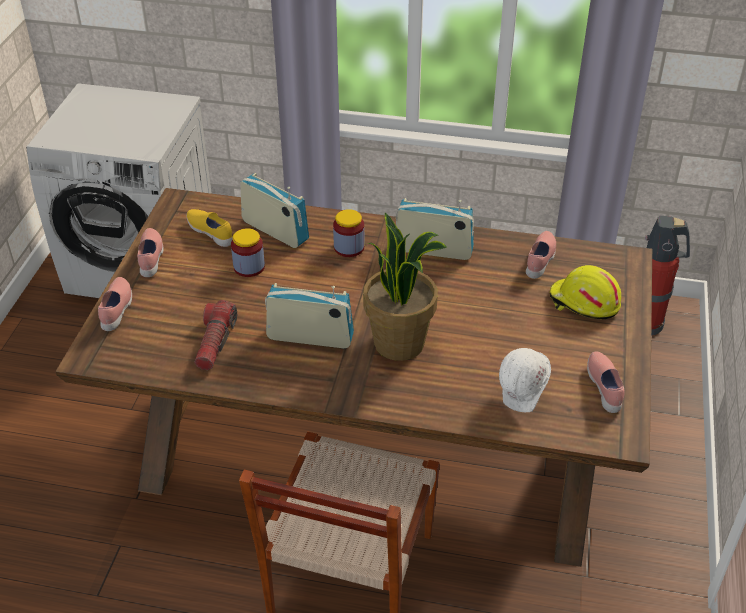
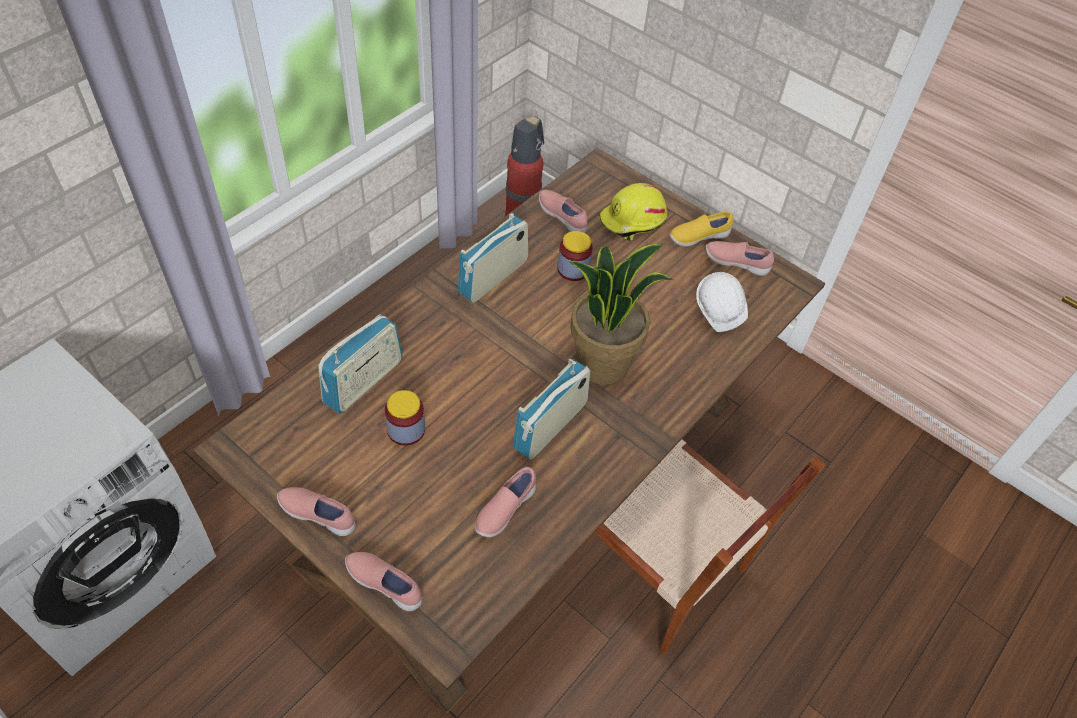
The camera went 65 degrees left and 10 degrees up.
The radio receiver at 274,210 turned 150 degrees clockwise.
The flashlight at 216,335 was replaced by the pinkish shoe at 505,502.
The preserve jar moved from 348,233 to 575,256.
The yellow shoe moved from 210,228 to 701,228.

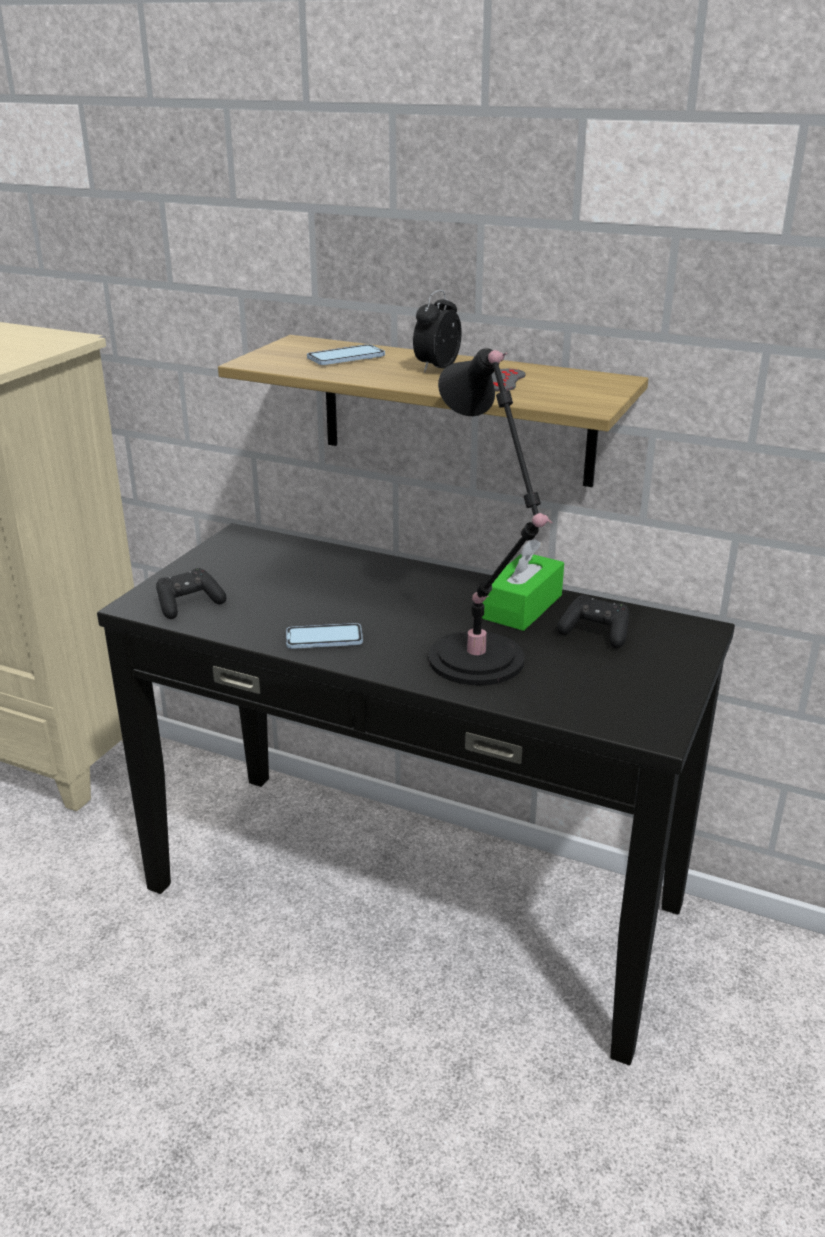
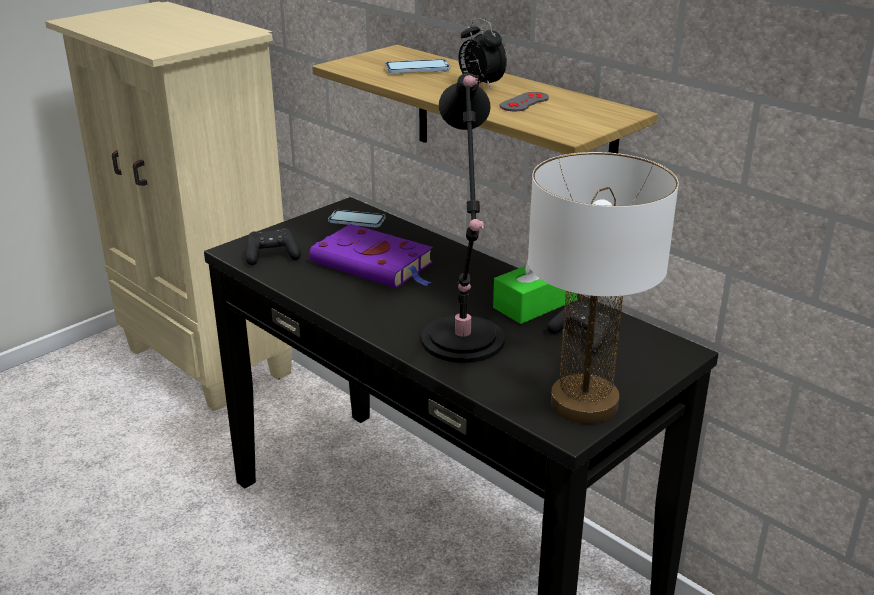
The camera went 20 degrees right and 0 degrees up.
The purplish volume at 371,256 appeared.
The telephone moved from 324,636 to 357,218.
The alarm clock at 437,331 turned 90 degrees counterclockwise.
The table lamp at 603,288 appeared.

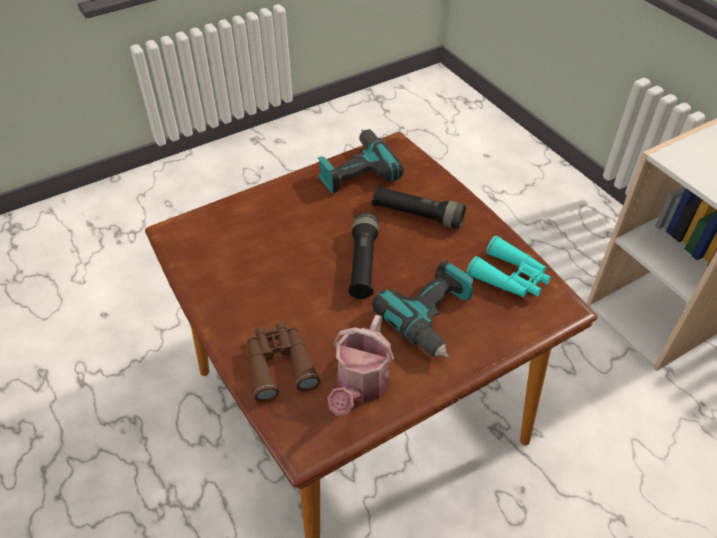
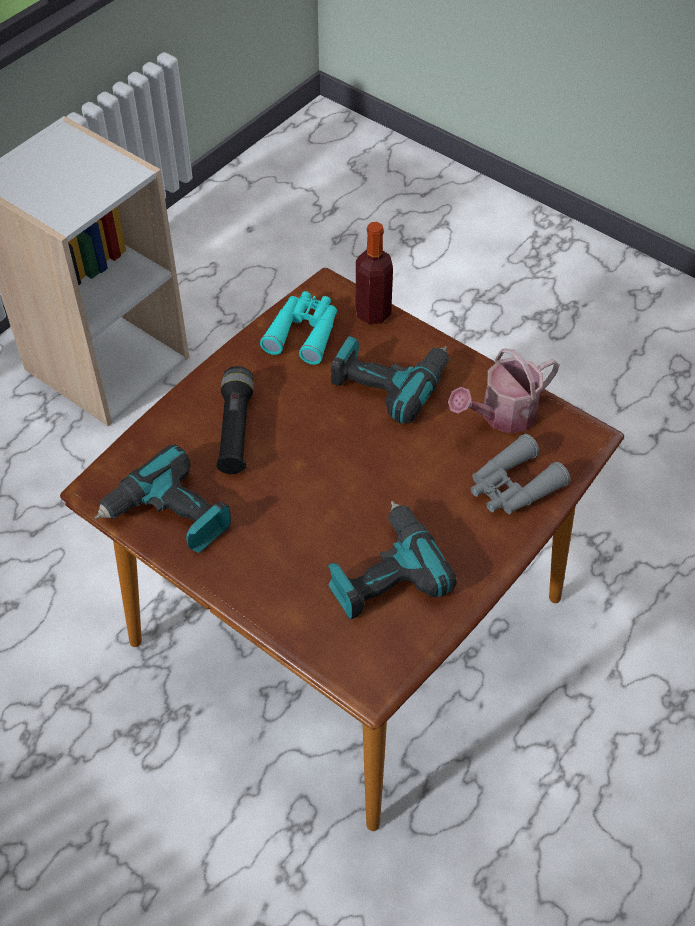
The camera went 110 degrees left and 5 degrees up.
The power drill at 392,560 appeared.
The drink bottle at 374,273 appeared.
The sprinkling can at 360,365 turned 150 degrees clockwise.
The brown pair of binoculars at 283,362 became the gray pair of binoculars at 520,474.
The black flashlight at 364,255 disappeared.

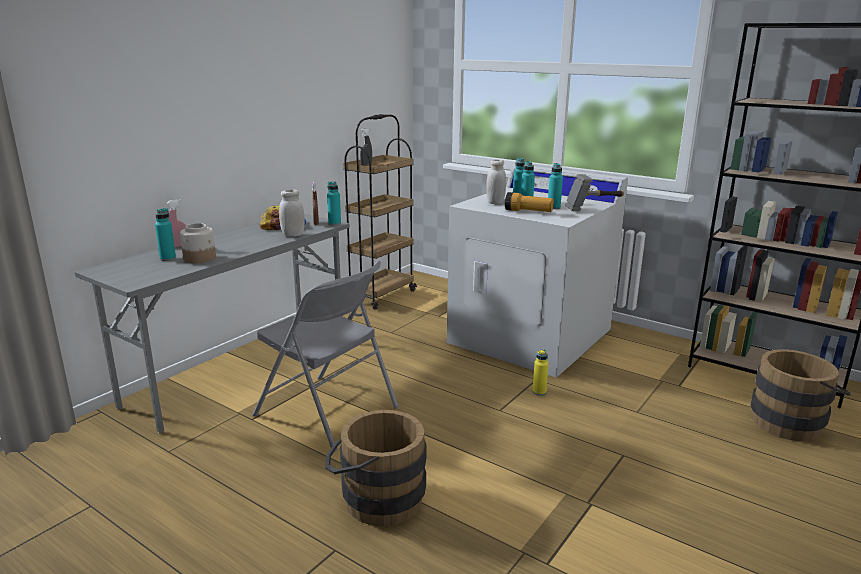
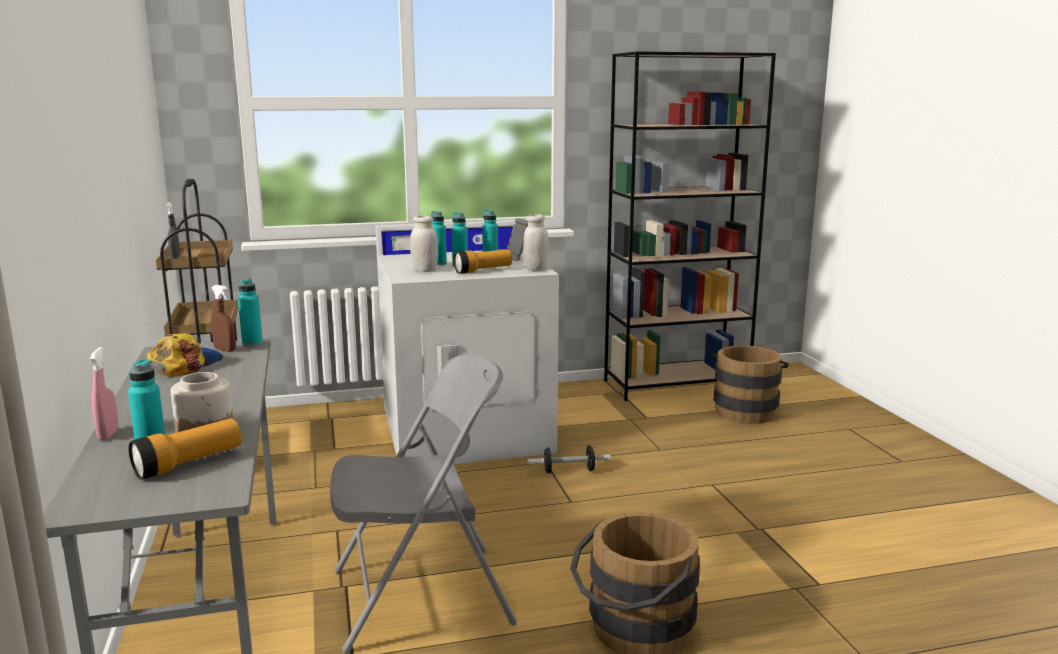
The camera went 50 degrees left and 5 degrees down.
The flashlight at 185,449 appeared.
The white-coloured preserve jar moved from 292,213 to 536,242.
The yellow drink bottle at 540,372 was replaced by the hand weight at 569,459.

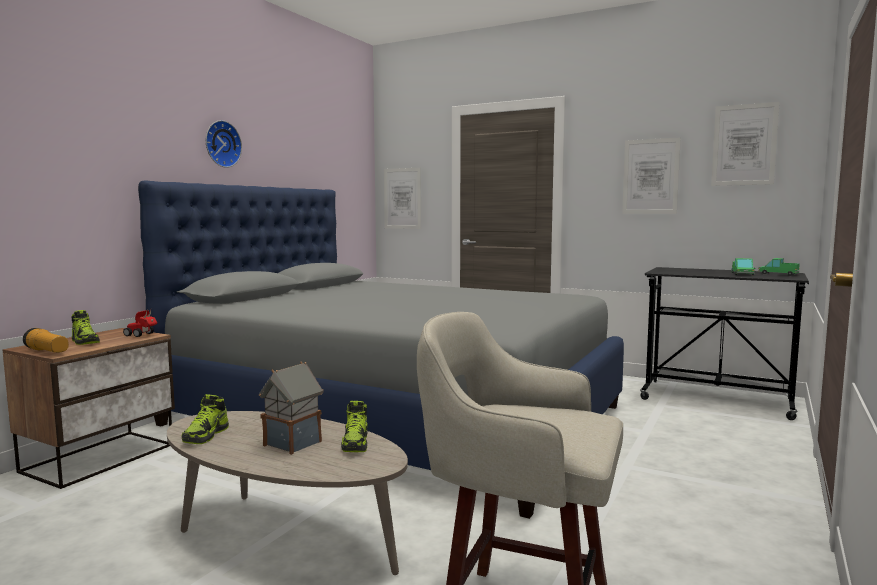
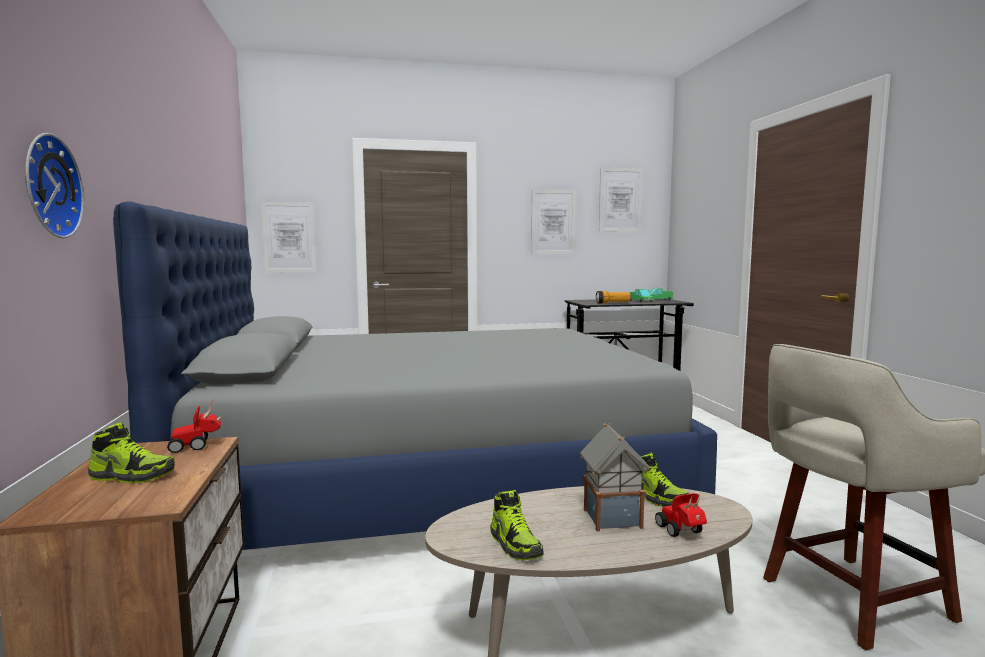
The camera went 40 degrees left and 0 degrees up.
The hanging clock moved from 224,144 to 54,185.
The flashlight moved from 46,340 to 613,297.
The model car at 681,515 appeared.

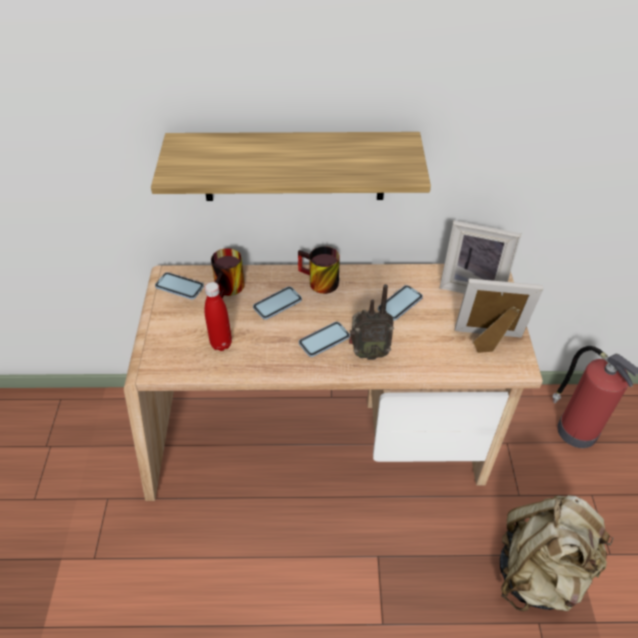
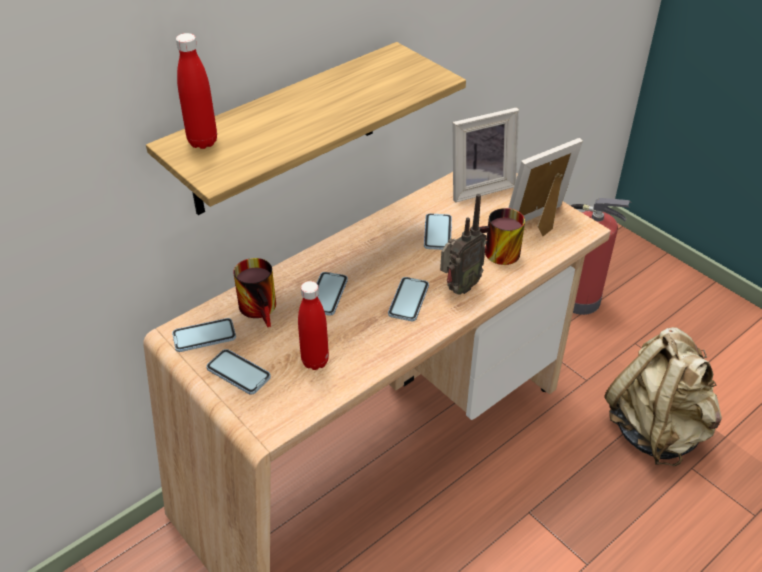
The camera went 40 degrees left and 5 degrees down.
The red-coloured drink bottle at 196,91 appeared.
The telephone at 238,372 appeared.
The mug moved from 319,270 to 497,236.

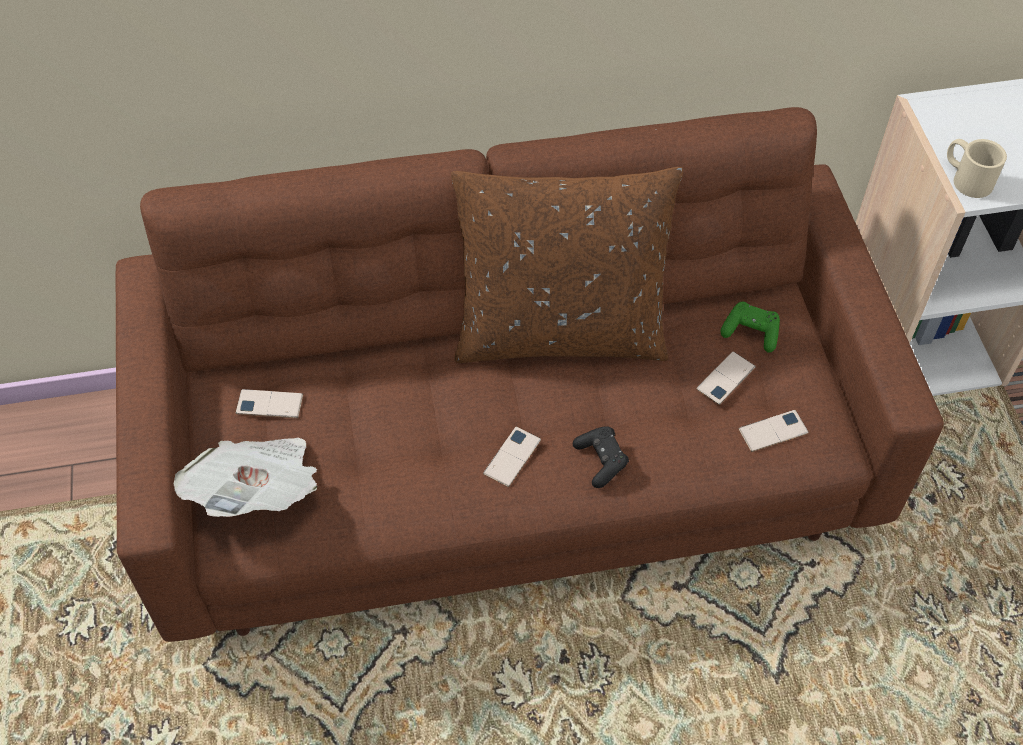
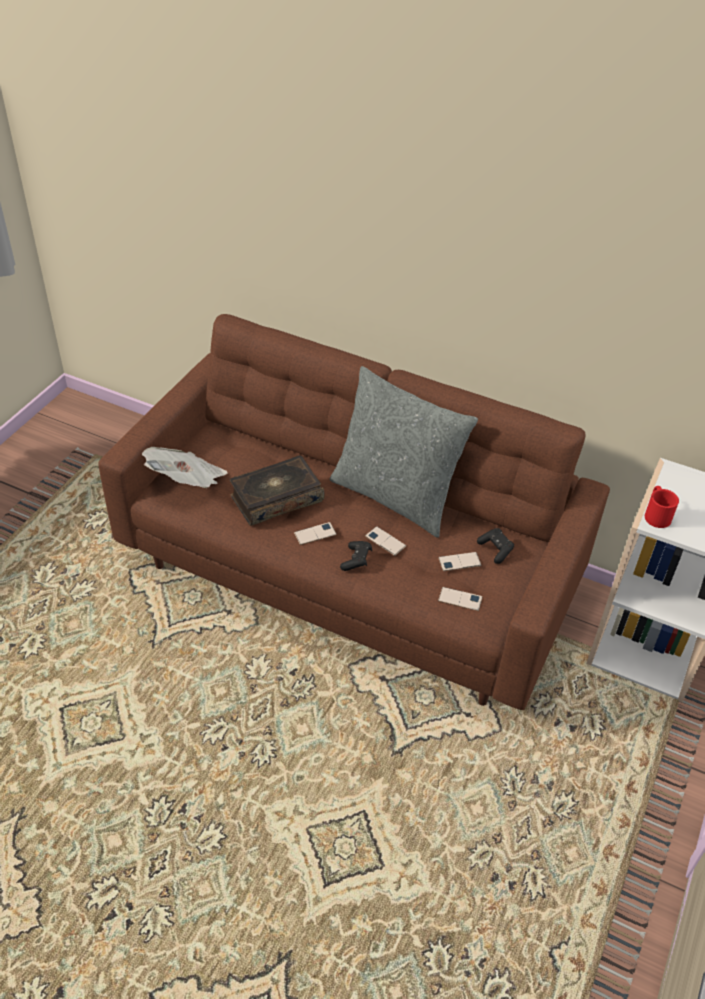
The camera went 35 degrees right and 10 degrees down.
The volume at 277,490 appeared.
The brown pillow at 567,265 became the gray pillow at 404,452.
The telephone moved from 269,403 to 385,541.
The green joypad at 750,327 became the black joypad at 495,546.
The beige-coloured mug at 977,168 became the red-coloured mug at 662,507.

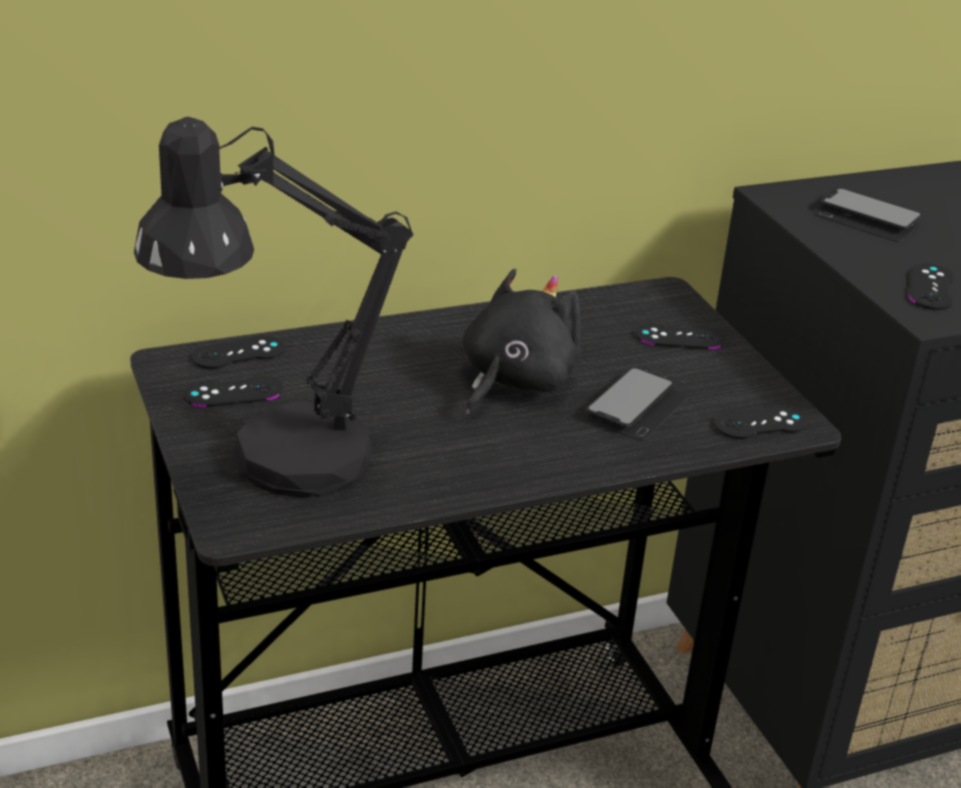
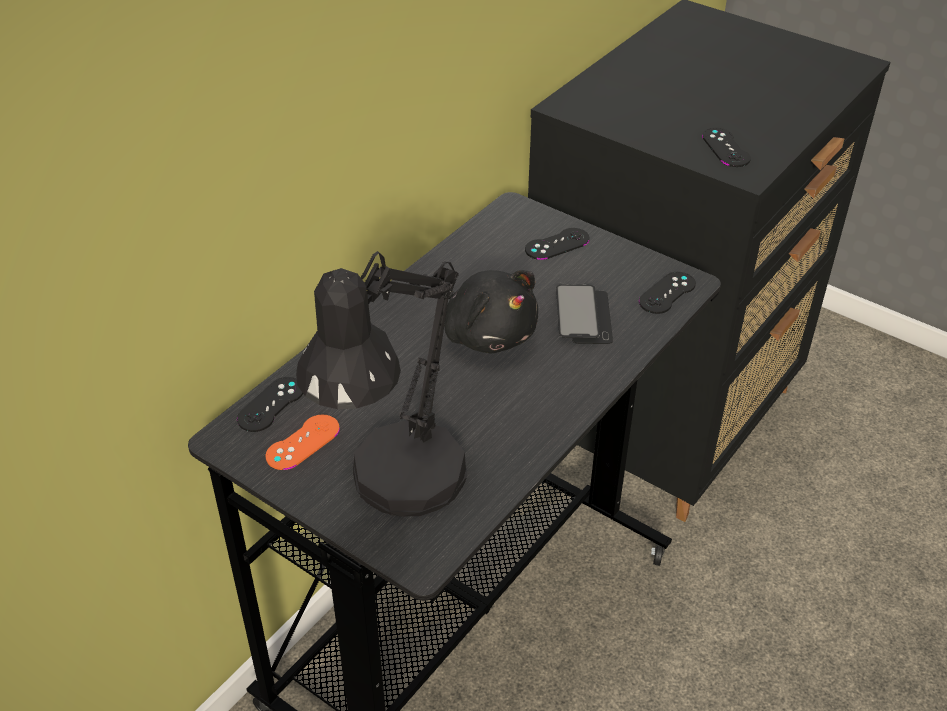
The camera went 30 degrees left and 10 degrees up.
The black joypad at 233,391 became the orangey joypad at 302,442.
The black soft toy at 522,341 turned 135 degrees clockwise.
The telephone at 868,215 disappeared.

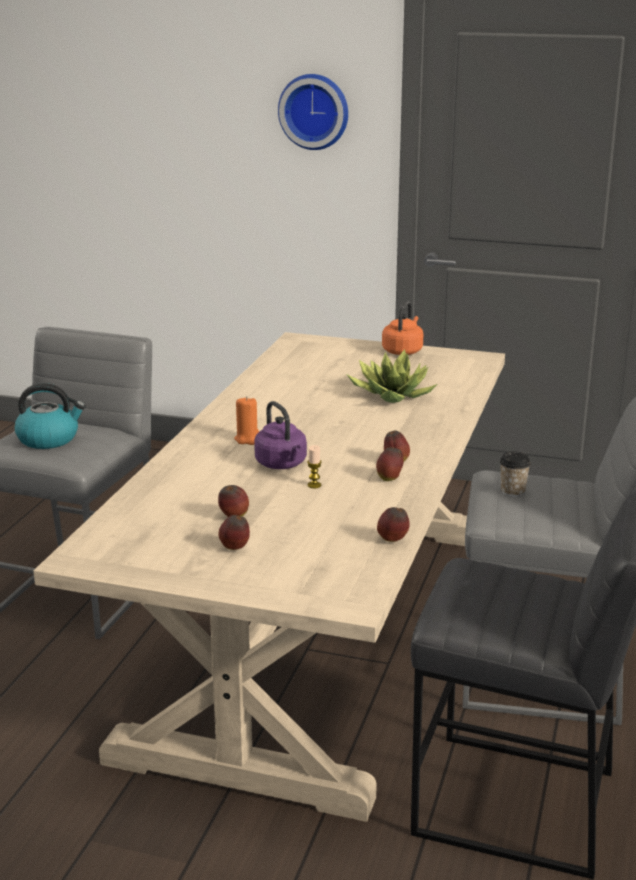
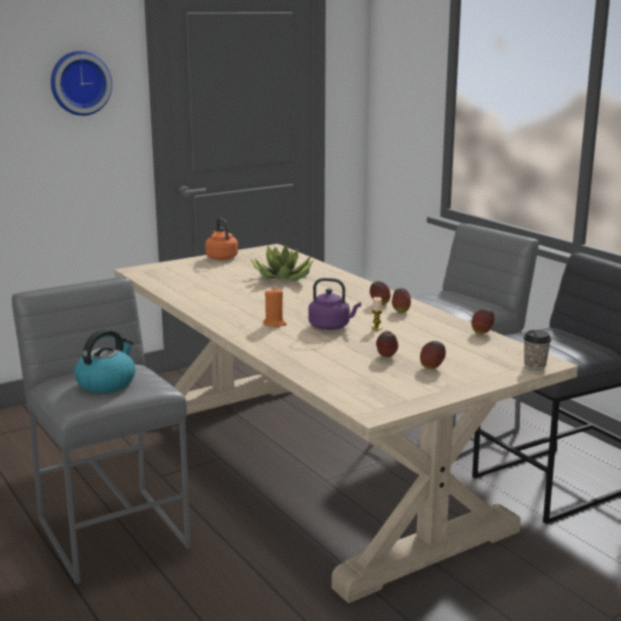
The camera went 50 degrees left and 5 degrees down.
The drinking cup moved from 515,474 to 537,350.

